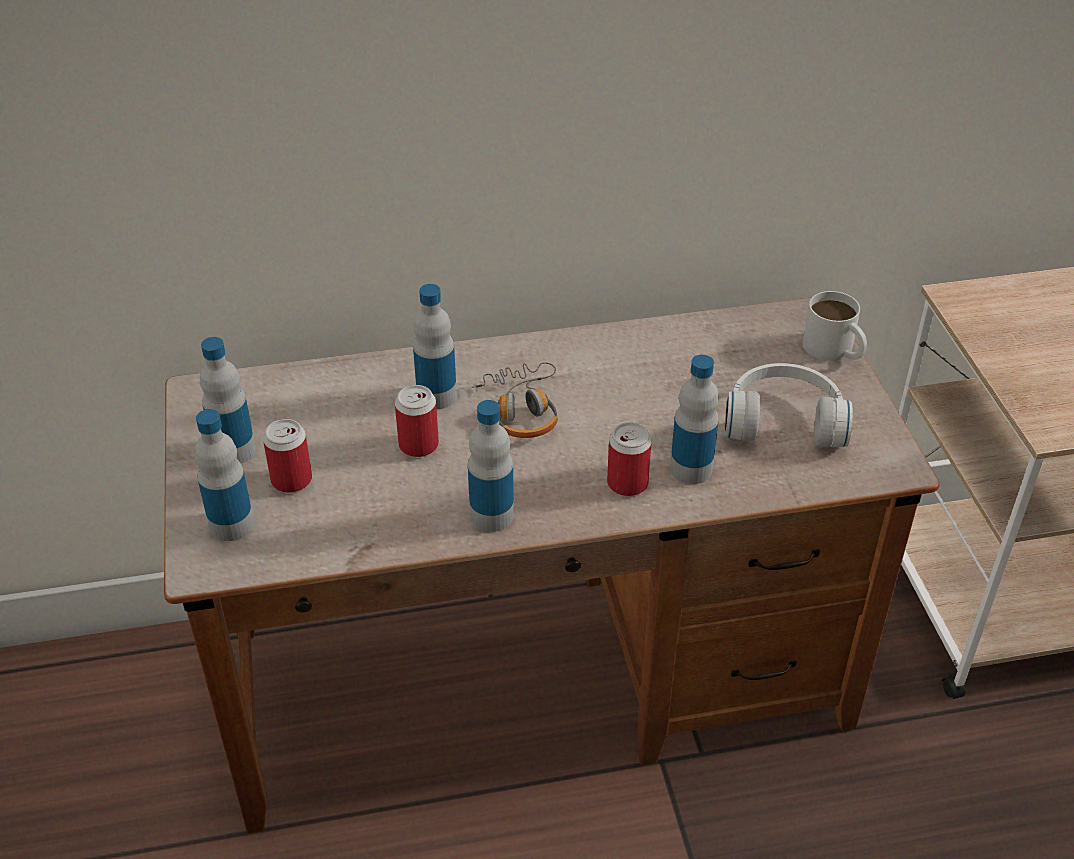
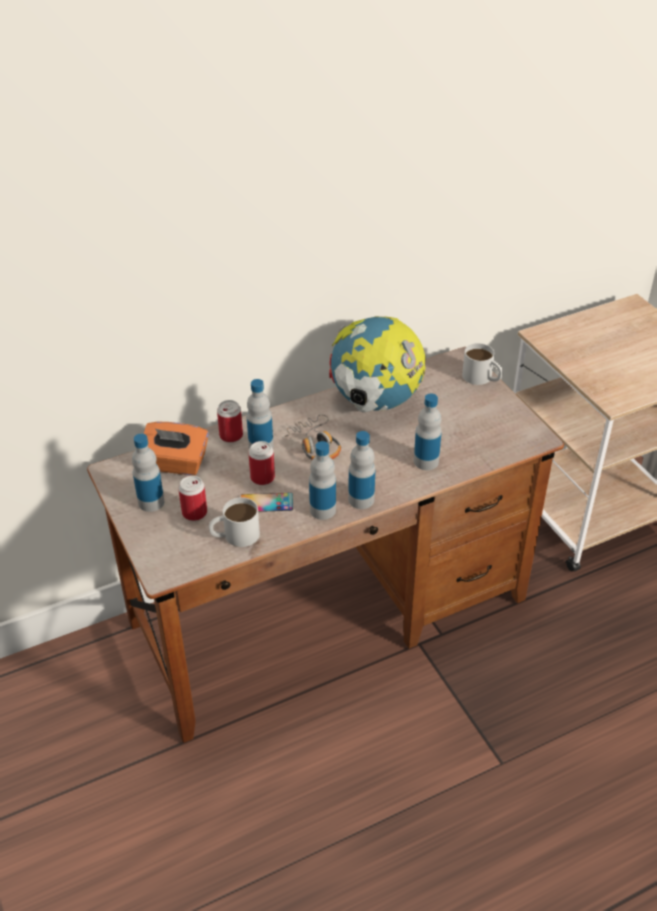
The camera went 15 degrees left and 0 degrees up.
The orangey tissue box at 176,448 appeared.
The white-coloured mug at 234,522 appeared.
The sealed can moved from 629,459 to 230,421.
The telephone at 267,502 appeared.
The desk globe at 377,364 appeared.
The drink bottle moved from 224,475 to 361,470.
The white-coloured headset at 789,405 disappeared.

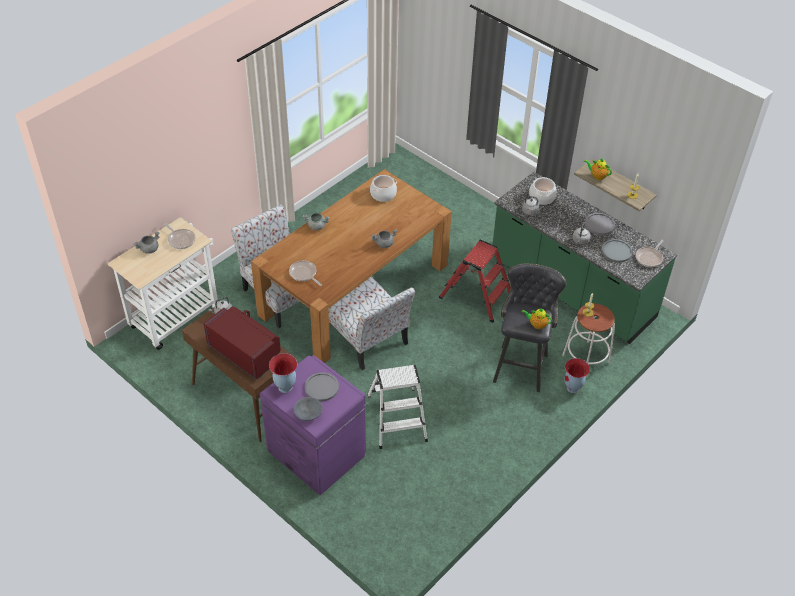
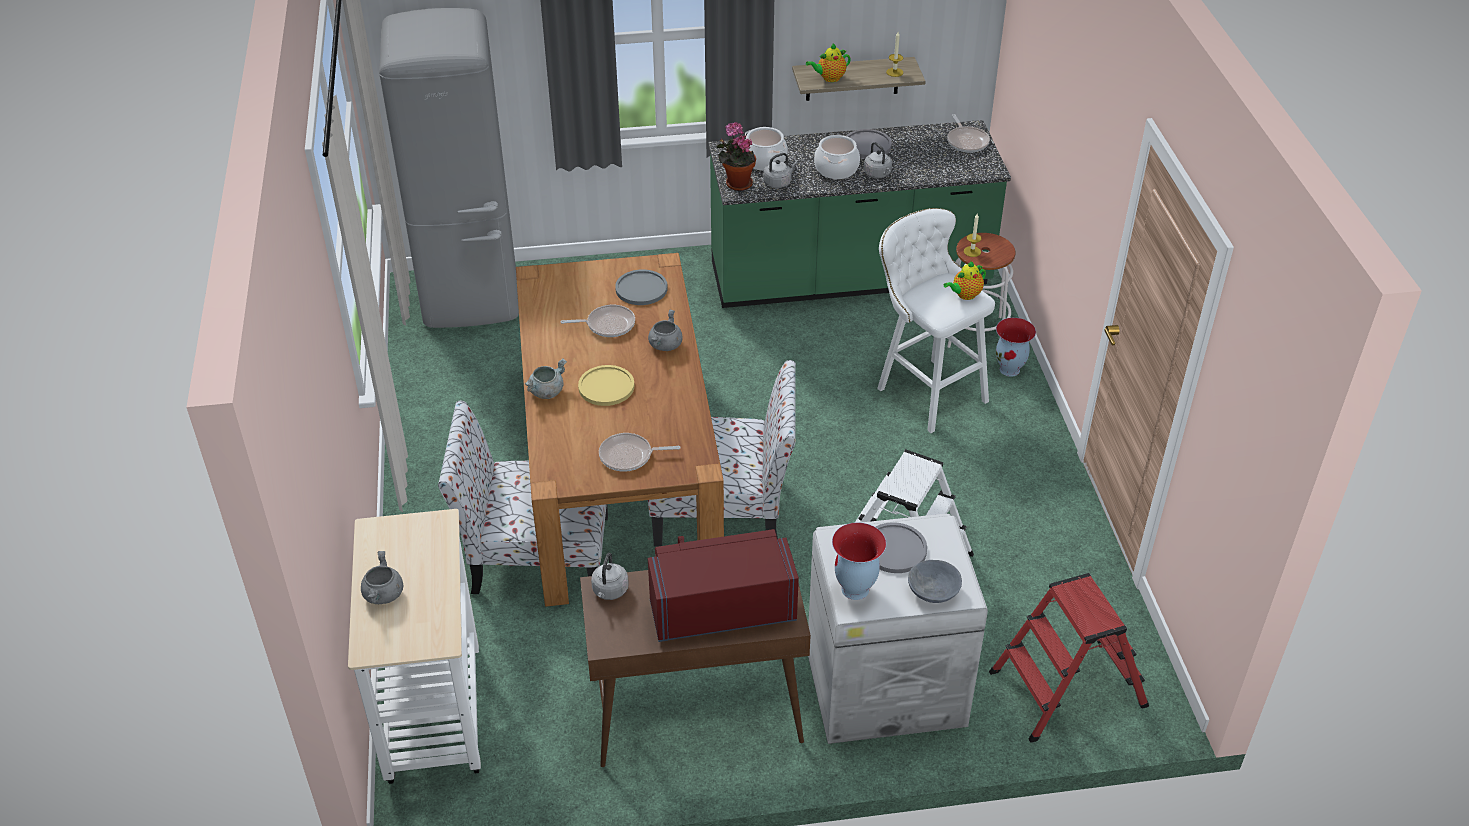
The camera went 50 degrees left and 5 degrees down.
The gray kitchen fridge at 449,168 appeared.
The frying pan moved from 180,236 to 598,321.
The yellow plate at 606,385 appeared.
The gray plate moved from 617,251 to 641,287.
The plant in a pot at 736,156 appeared.
The purplish laundry machine at 313,425 became the white-coloured laundry machine at 898,629.
The saucepot moved from 383,188 to 837,157.
The black stool at 530,327 became the white-coloured stool at 936,320.
The red-coloured step ladder moved from 474,281 to 1069,658.

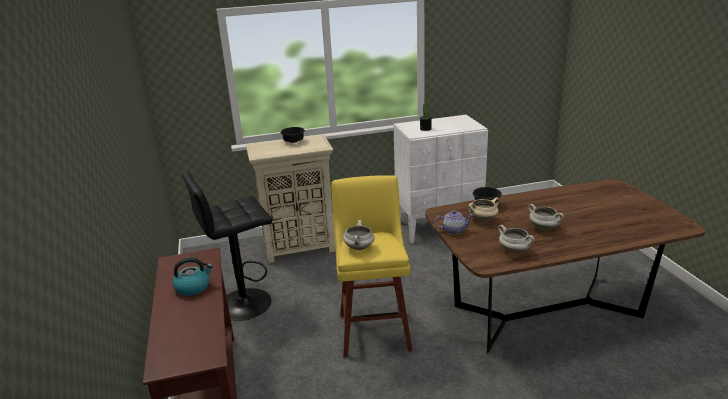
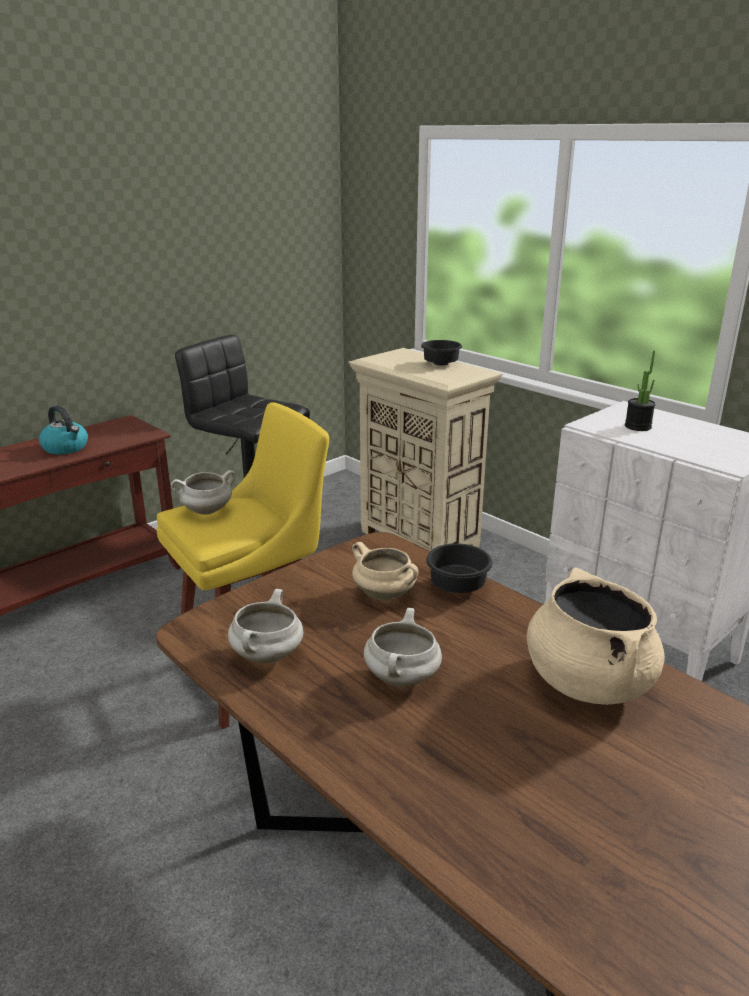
The camera went 60 degrees right and 0 degrees up.
The beige-coloured saucepot at 596,636 appeared.
The pot for tea at 454,222 disappeared.

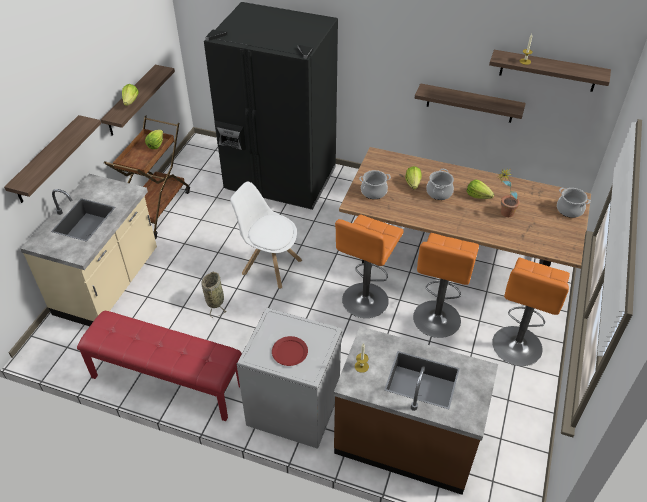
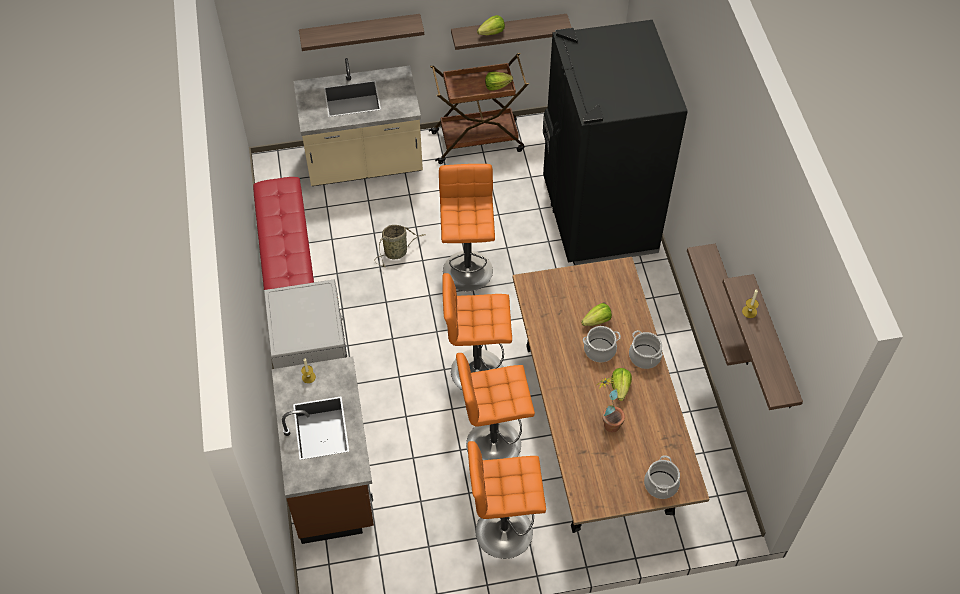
The camera went 60 degrees right and 10 degrees up.
The white-coloured upright chair at 266,235 was replaced by the orangey stool at 467,227.
The saucepot moved from 375,184 to 646,349.
The red-coloured plate at 290,351 disappeared.

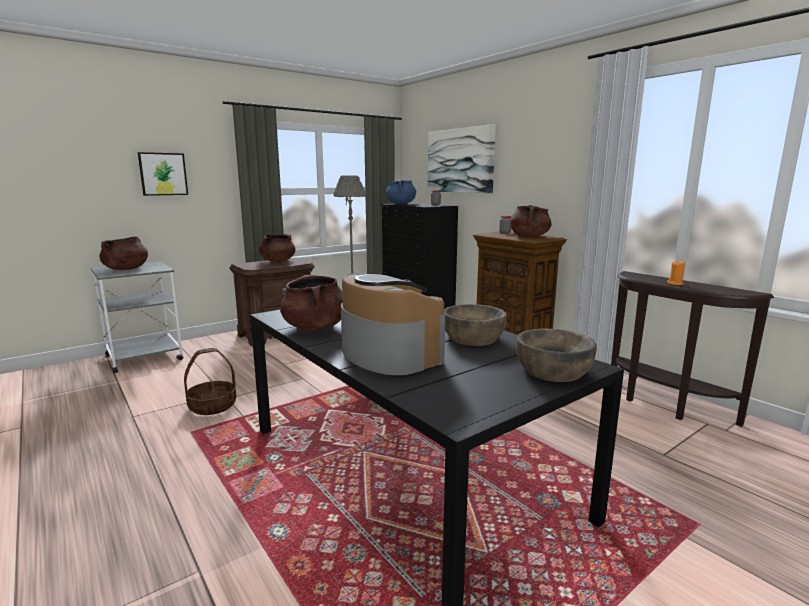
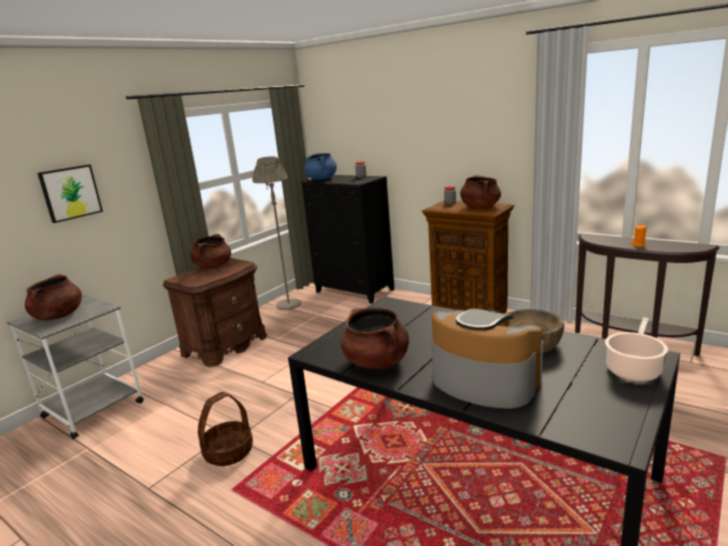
The camera went 15 degrees left and 5 degrees up.
The brown serving bowl at 556,355 was replaced by the saucepot at 636,349.
The wall picture at 462,158 disappeared.

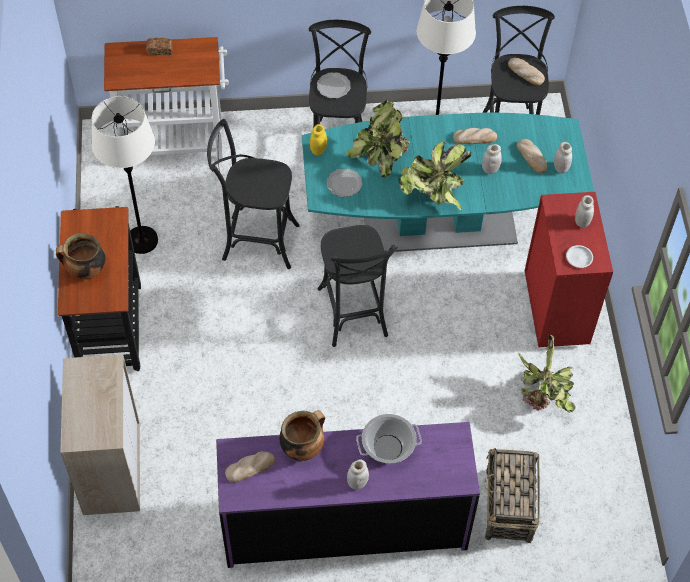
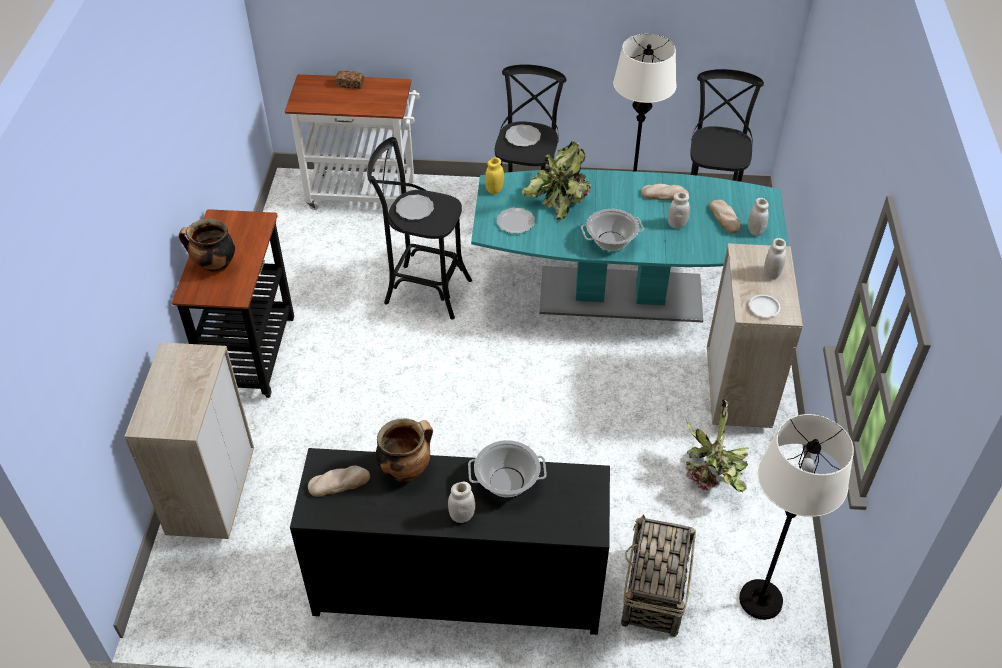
The camera went 10 degrees right and 10 degrees down.
The purplish chest of drawers at 348,495 became the black chest of drawers at 450,541.
The plate at 415,207 appeared.
The plant in a pot at 435,176 was replaced by the saucepot at 612,230.
The red-coloured storage cabinet at 569,270 became the beige-coloured storage cabinet at 755,335.
The white-coloured floor lamp moved from 125,175 to 796,517.
The black stool at 358,286 disappeared.
The bakery bread at 526,71 disappeared.

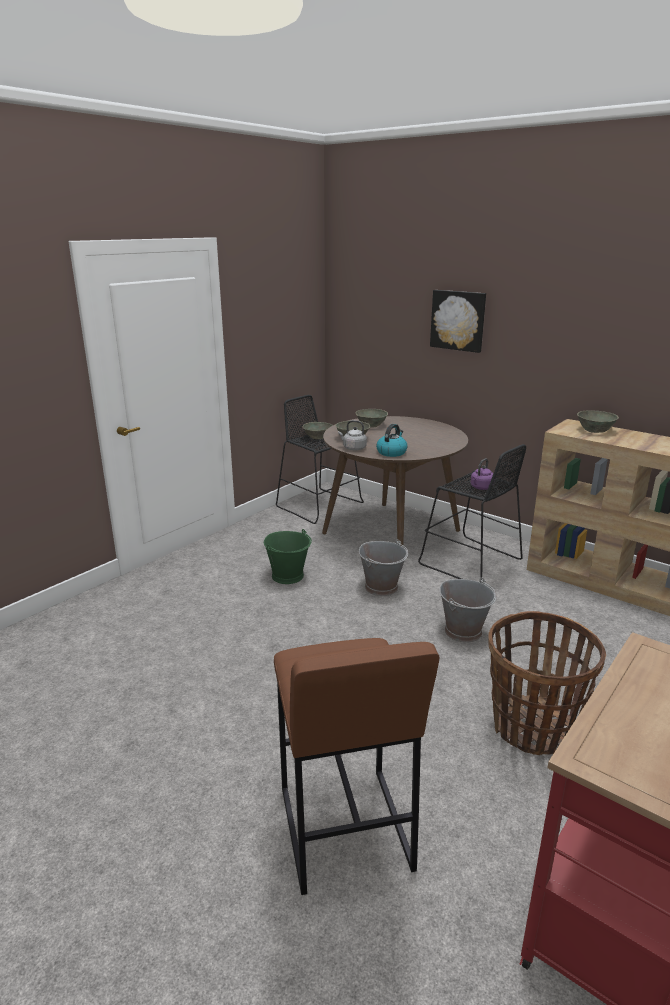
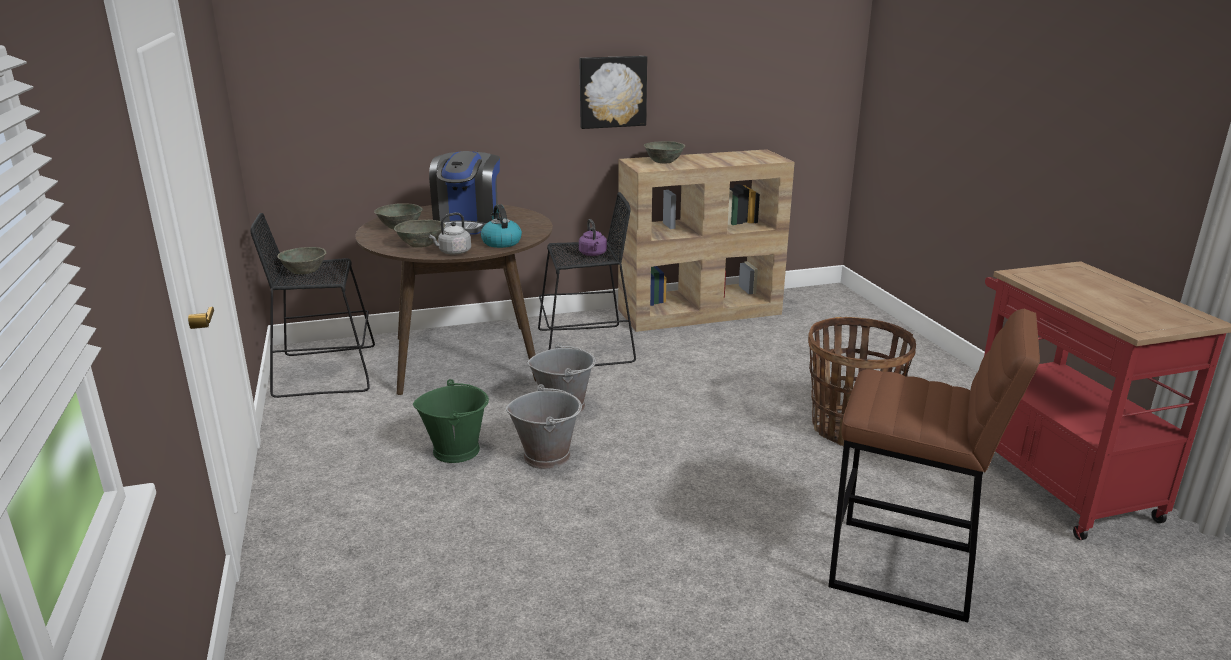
The camera went 55 degrees left and 0 degrees up.
The coffee machine at 464,192 appeared.
The gray water bucket moved from 468,610 to 544,426.
The wall picture moved from 458,321 to 613,92.

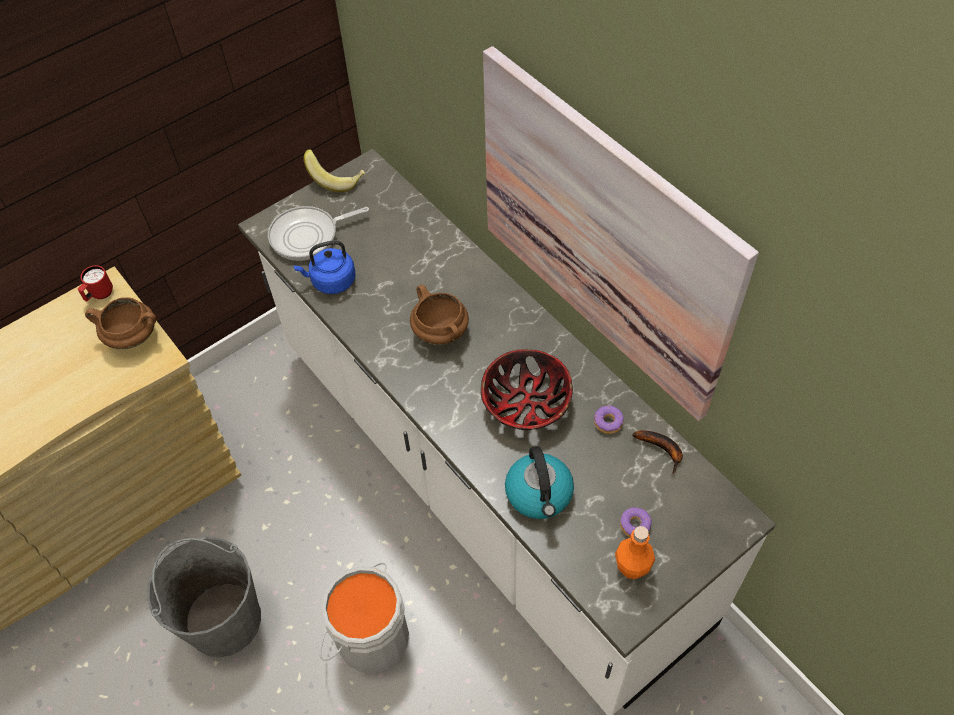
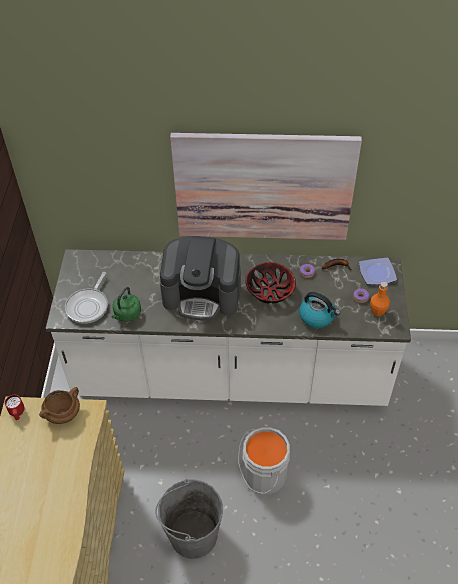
The camera went 50 degrees left and 5 degrees down.
The blue tea kettle at 325,267 became the green tea kettle at 126,304.
The brown saucepot at 439,315 was replaced by the coffee machine at 200,278.
The plate at 378,271 appeared.
The whole banana at 334,170 disappeared.

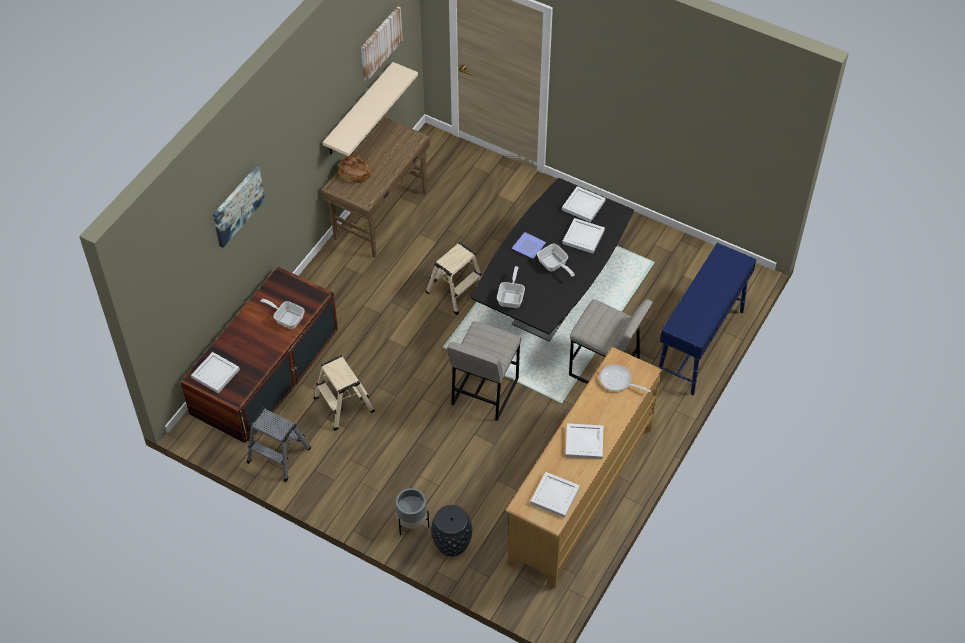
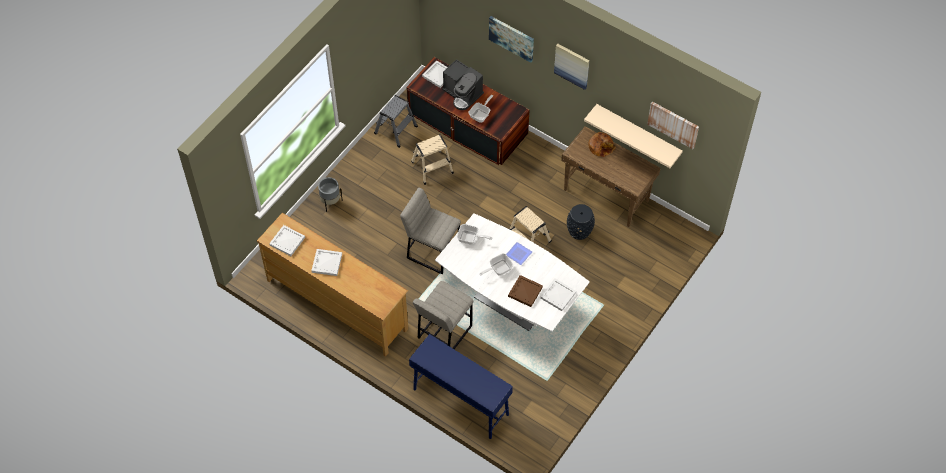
The camera went 95 degrees right and 5 degrees up.
The black kitchen table at 552,260 became the white-coloured kitchen table at 512,272.
The coffee machine at 463,84 appeared.
The white-coloured carrying tray at 583,236 became the brown carrying tray at 525,291.
The wall picture at 572,67 appeared.
The black stool moved from 451,530 to 581,222.
The frying pan at 625,378 disappeared.

